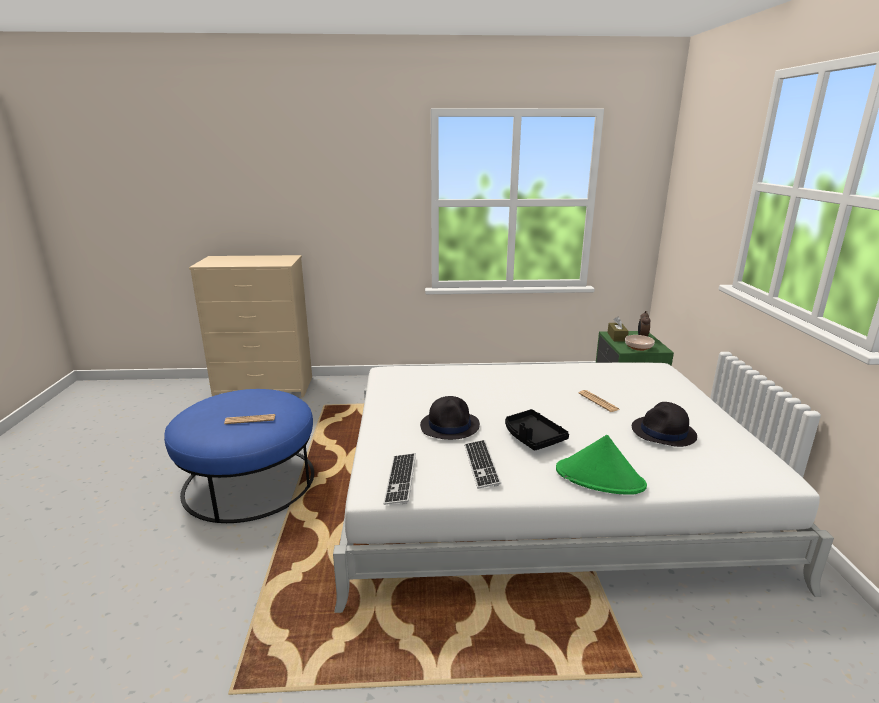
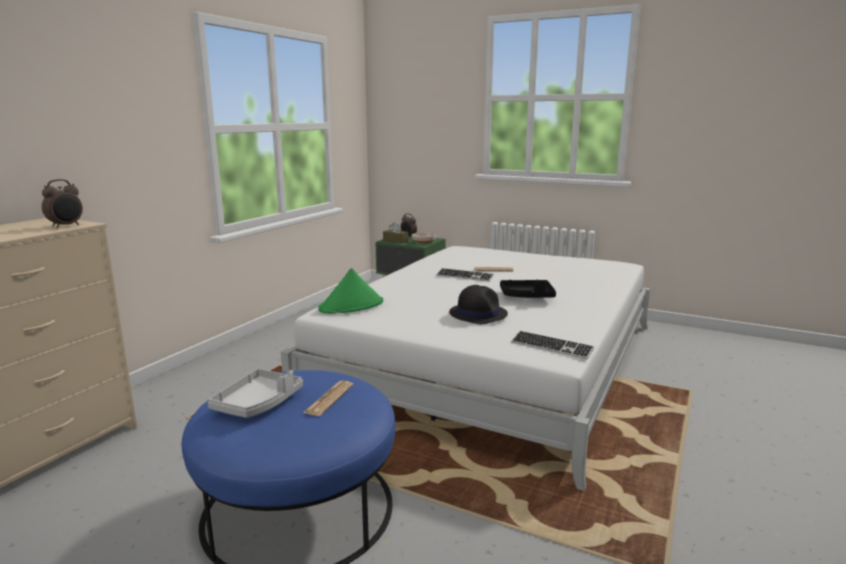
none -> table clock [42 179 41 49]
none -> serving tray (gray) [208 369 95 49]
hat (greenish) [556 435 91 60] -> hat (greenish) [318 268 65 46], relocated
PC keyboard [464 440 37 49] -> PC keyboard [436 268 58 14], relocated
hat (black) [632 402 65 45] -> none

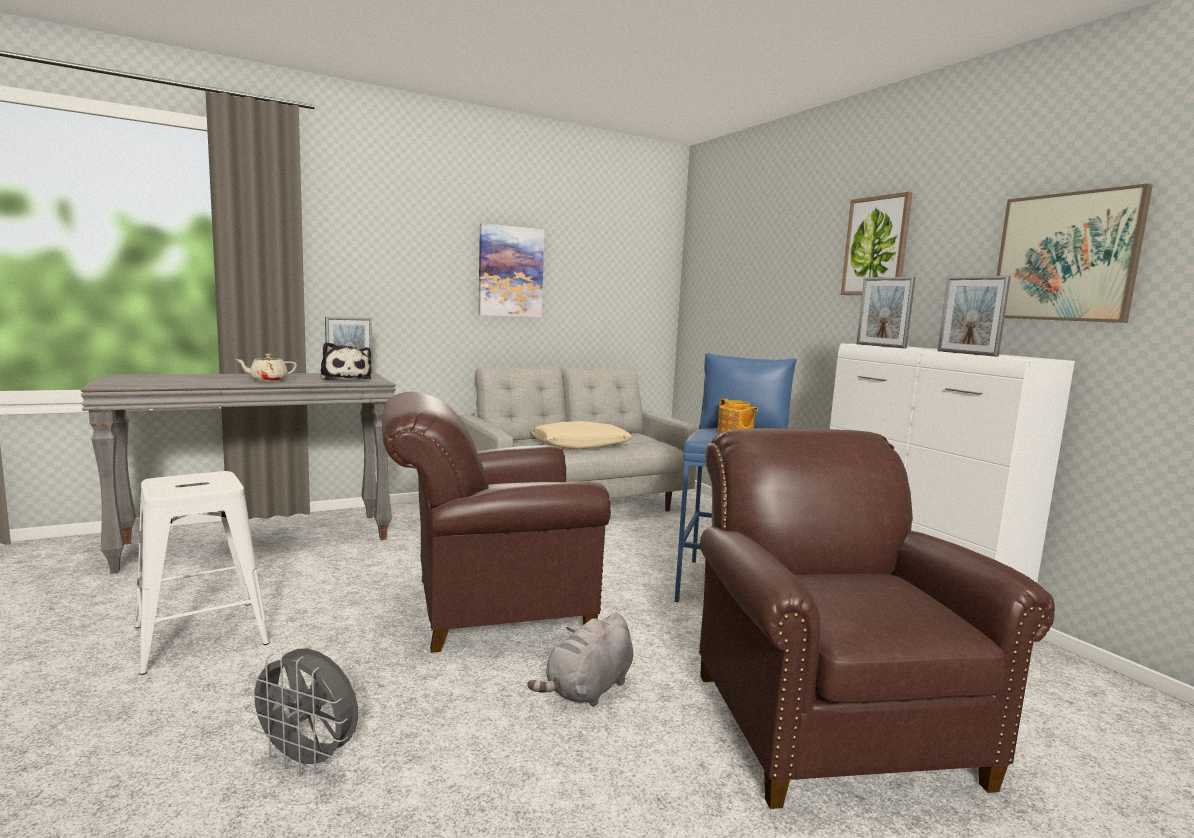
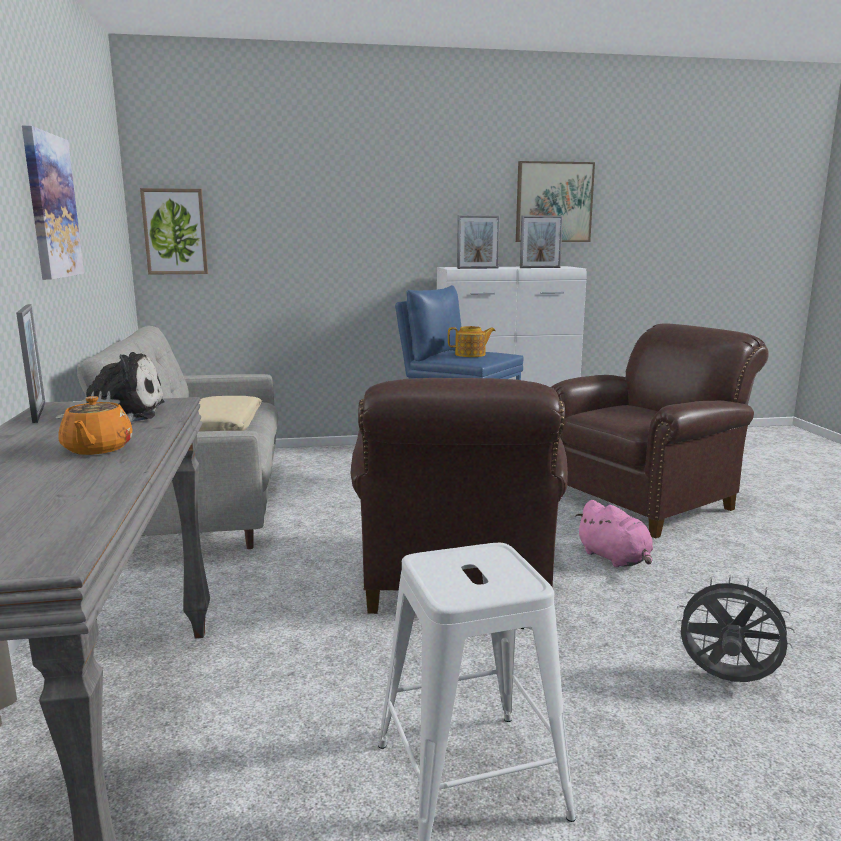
teapot (sand-coloured) [235 354 62 28] -> teapot (orange) [58 396 74 59]
wall art [841 192 72 103] -> wall art [140 188 68 86], relocated
armchair (brownish) [698 428 357 381] -> armchair (brownish) [551 324 218 215], 135 degrees clockwise
soft toy (gray) [527 613 106 94] -> soft toy (pinkish) [575 500 78 67]
cooling fan (gray) [244 648 114 126] -> cooling fan (gray) [676 575 119 107], 105 degrees counterclockwise

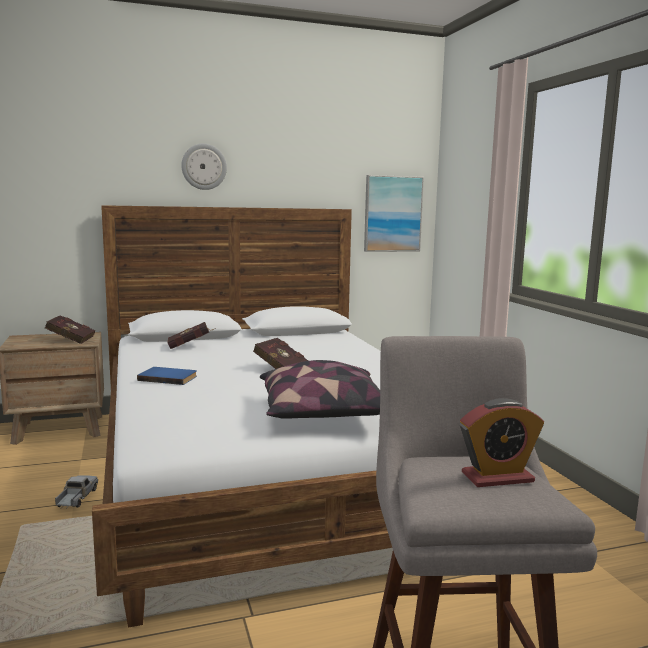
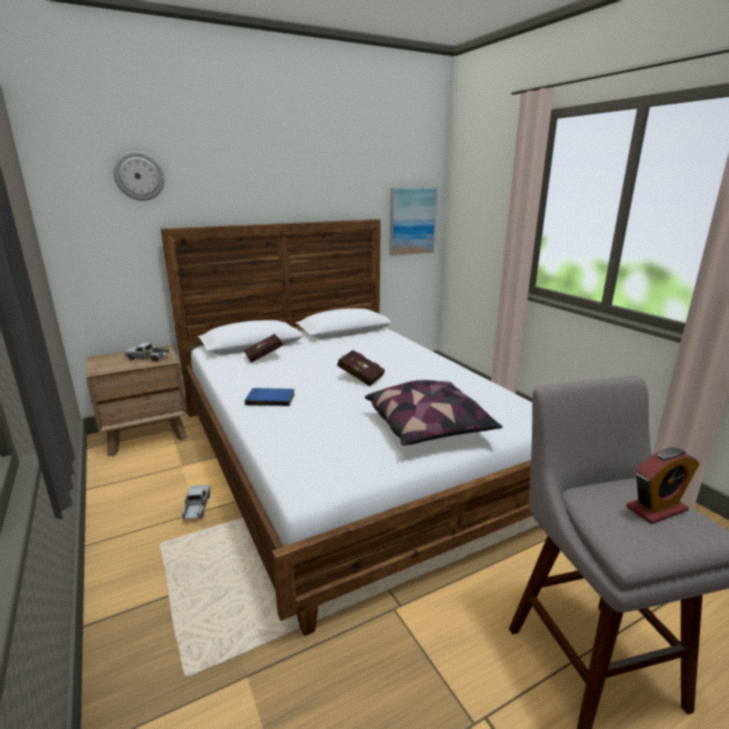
hanging clock [181 144 46 46] -> hanging clock [114 151 51 50], relocated
book (red-coloured) [45 315 50 29] -> toy truck [125 343 44 19]

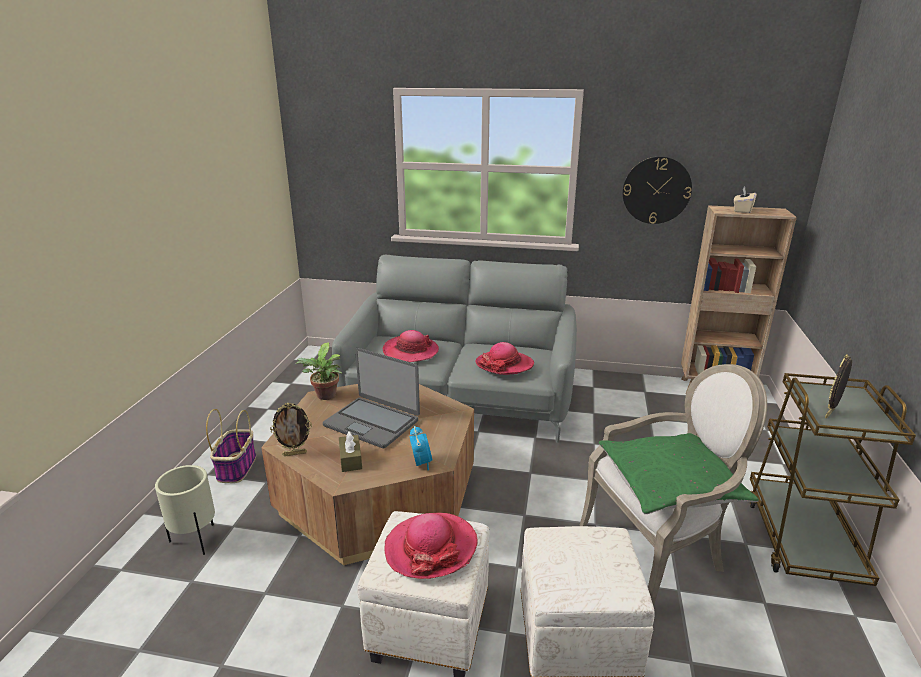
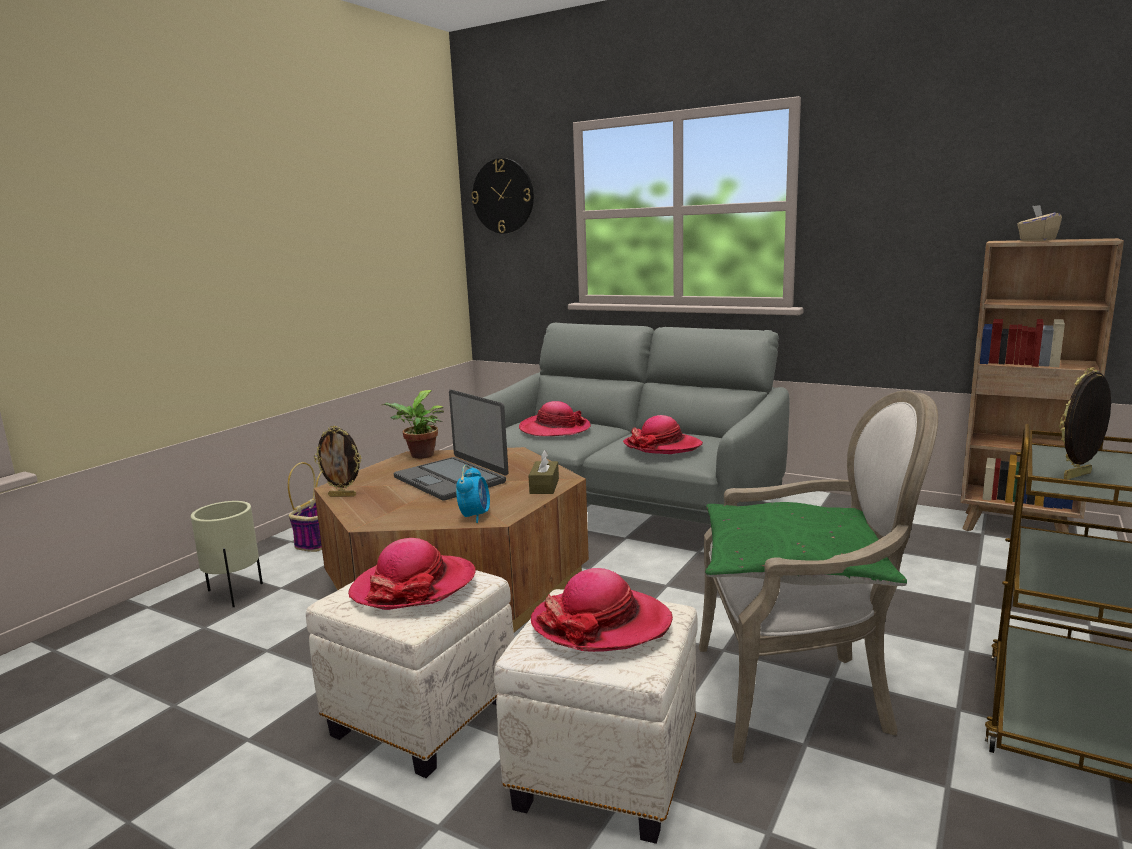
hanging clock [623 157 69 67] -> hanging clock [471 158 63 76], relocated
box of tissues (brownish) [339 431 23 41] -> box of tissues (brownish) [528 450 31 44], relocated
none -> hat [531 568 142 84]

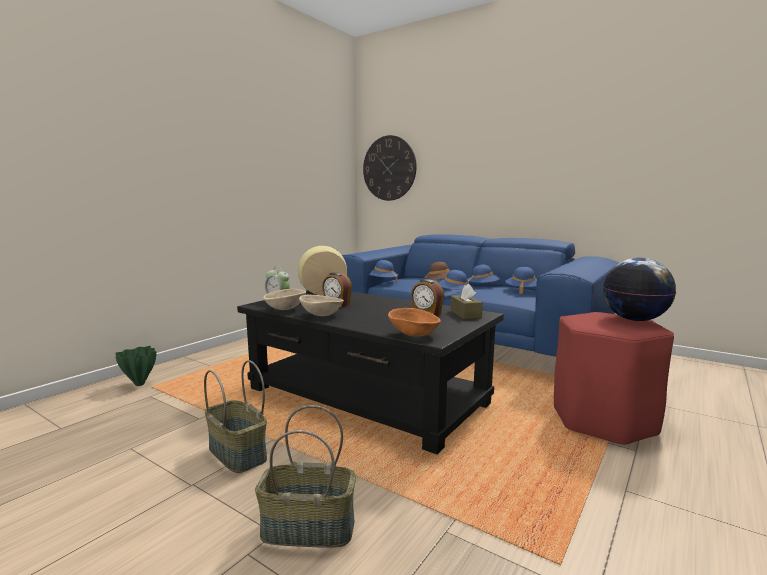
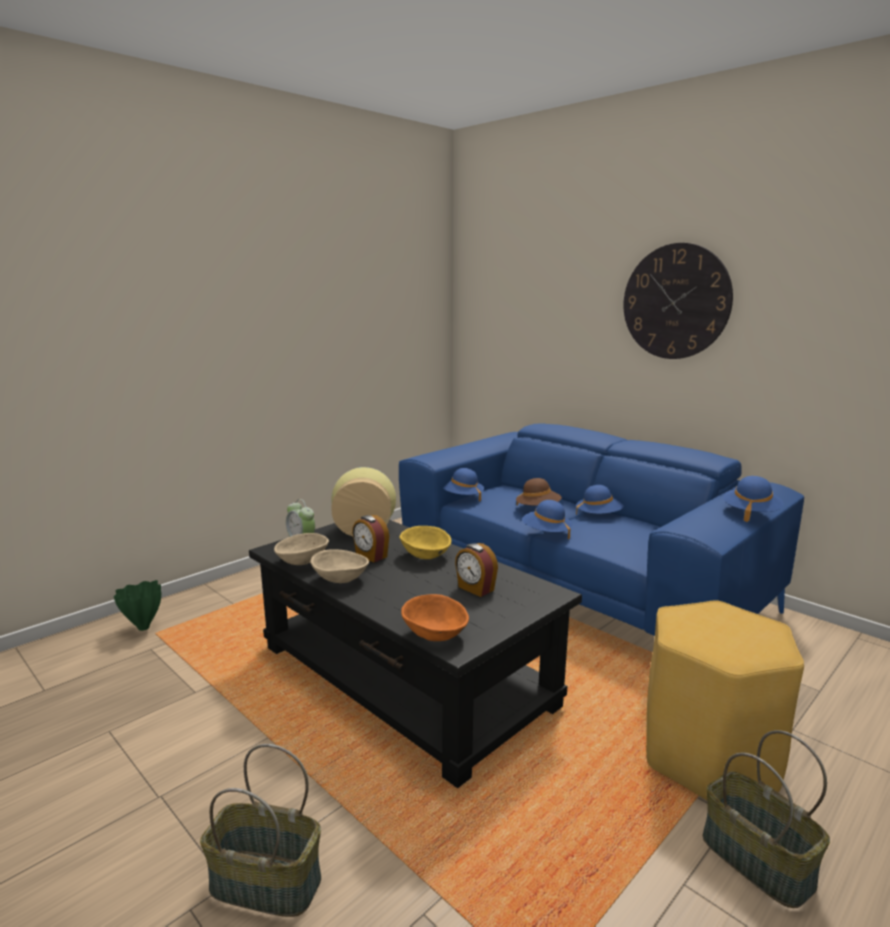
none -> deep dish (yellowish) [400 526 51 33]
hanging clock [363 135 53 66] -> hanging clock [623 243 110 116], relocated
stool (red-coloured) [554 312 120 134] -> stool (yellowish) [646 600 158 200]
basket [204 360 63 113] -> basket [702 730 128 178], relocated
hat (bluish) [505 267 32 27] -> hat (bluish) [723 476 61 46], relocated
box of tissues (brownish) [451 284 32 35] -> none
globe [603 258 73 63] -> none

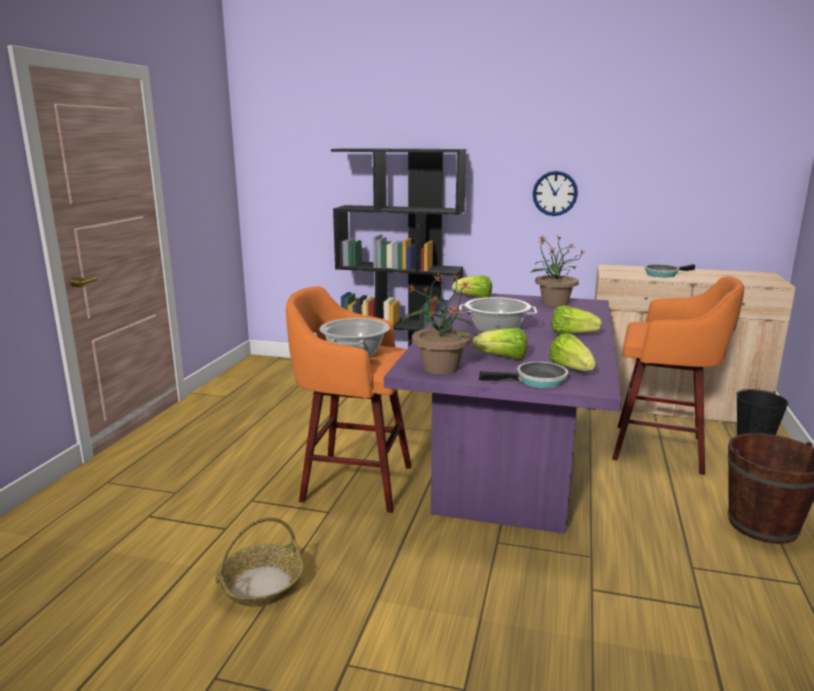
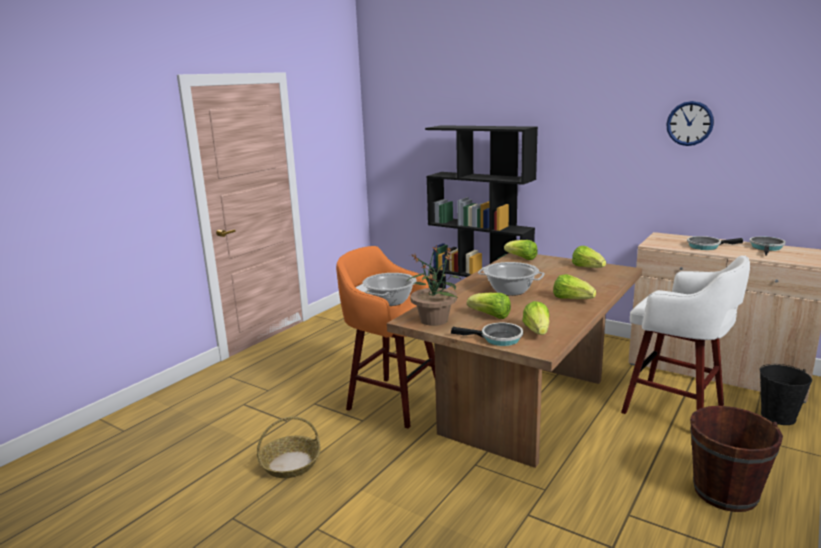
dinner table (purple) [384 292 237 242] -> dinner table (brownish) [387 253 255 215]
plant in a pot [529 236 55 70] -> lettuce head [572 246 34 22]
stool (orange) [612 276 132 199] -> stool (white) [621 255 129 159]
hanging clock [533 171 45 45] -> hanging clock [667 101 47 45], relocated
none -> skillet [749 236 37 20]

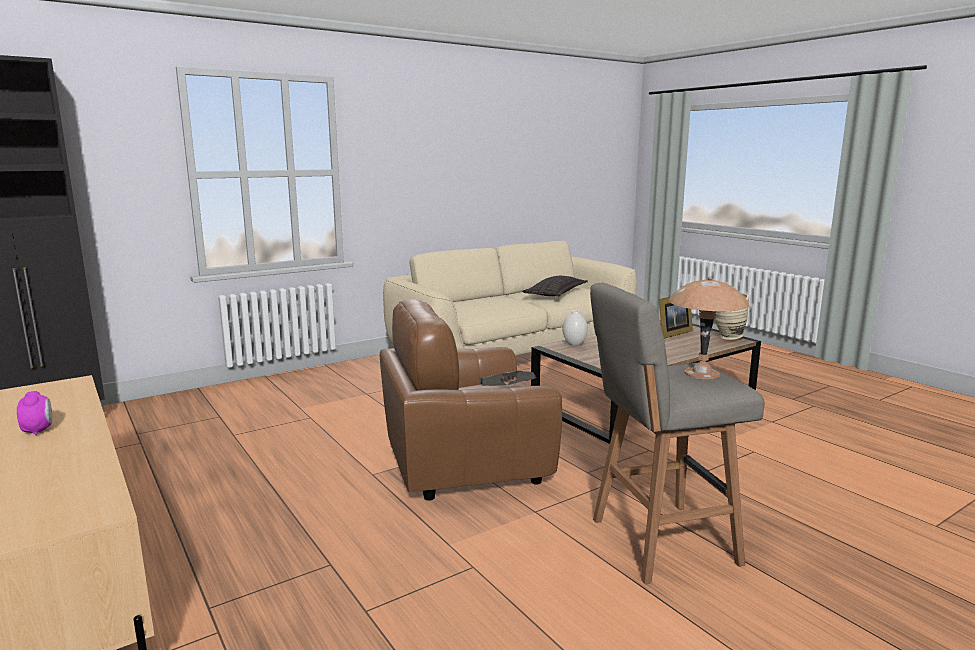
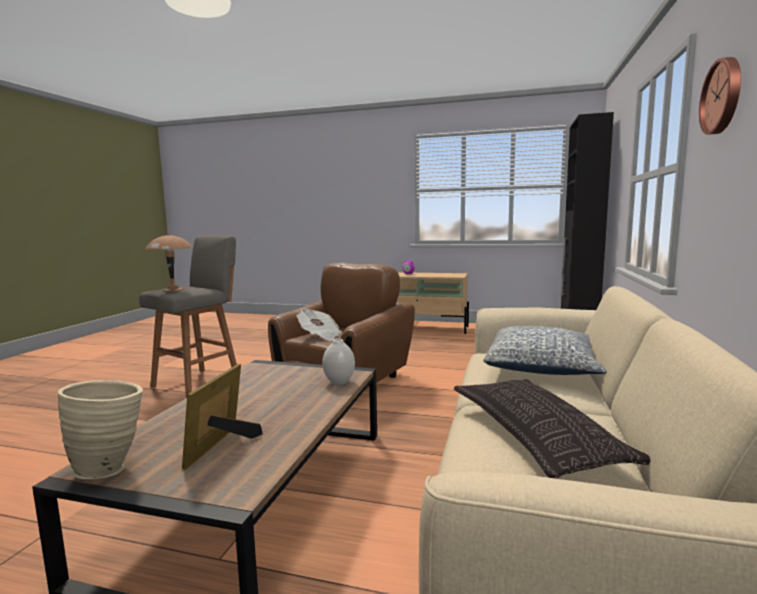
none -> pillow [483 326 124 49]
none -> hanging clock [699 57 42 78]

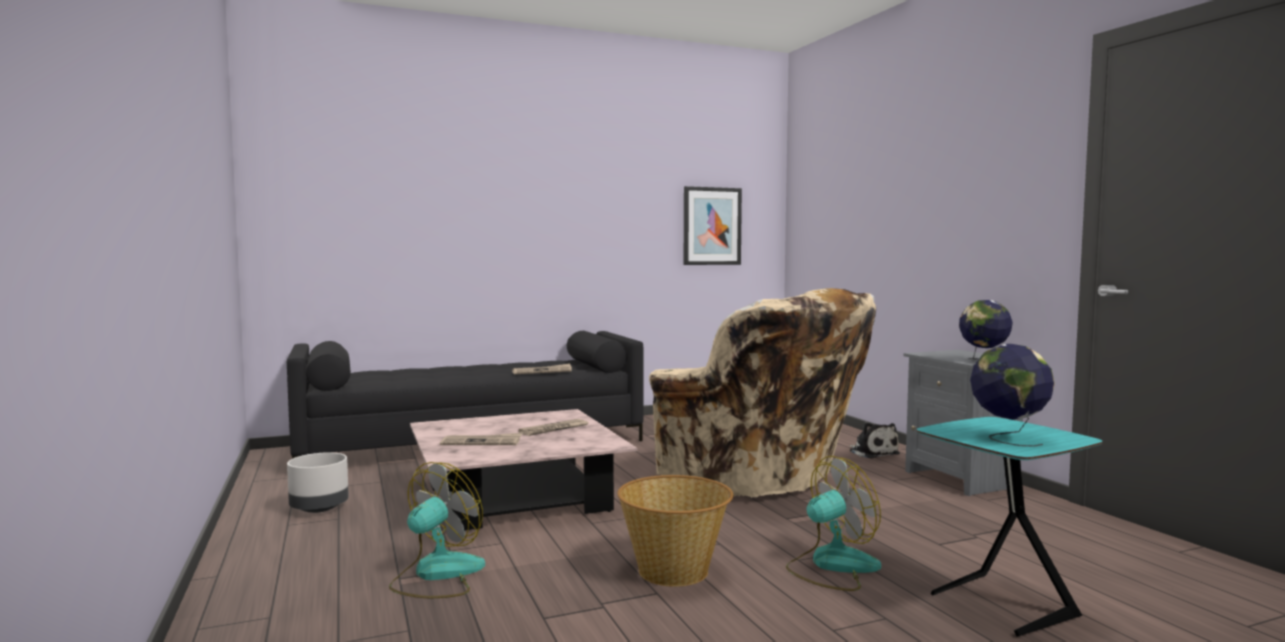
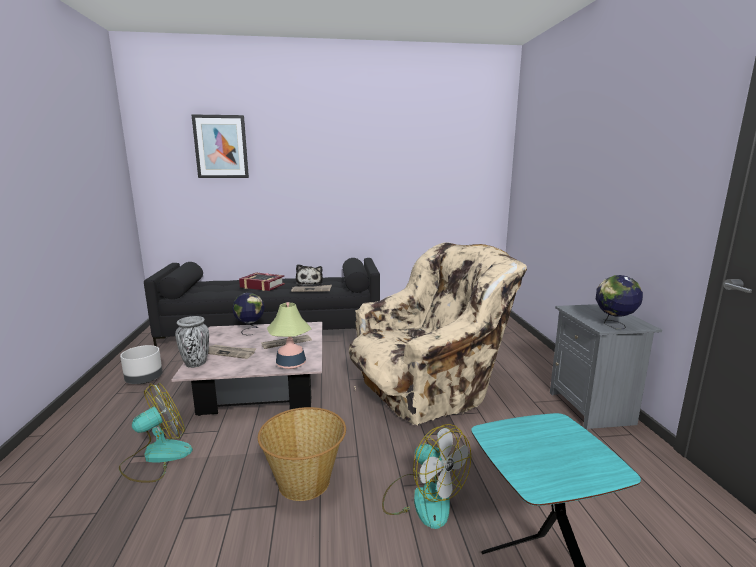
none -> vase [175 316 34 52]
wall art [684 186 58 79] -> wall art [191 114 58 64], relocated
globe [970 344 85 103] -> globe [232 293 32 42], relocated
none -> book [239 273 46 18]
none -> table lamp [267 302 44 67]
soft toy [849 422 51 37] -> soft toy [296 264 27 22], relocated
armchair (sand-coloured) [649 288 227 210] -> armchair (sand-coloured) [349 243 178 183], 90 degrees counterclockwise
cooling fan [786 456 95 135] -> cooling fan [382 424 89 105], 60 degrees clockwise

